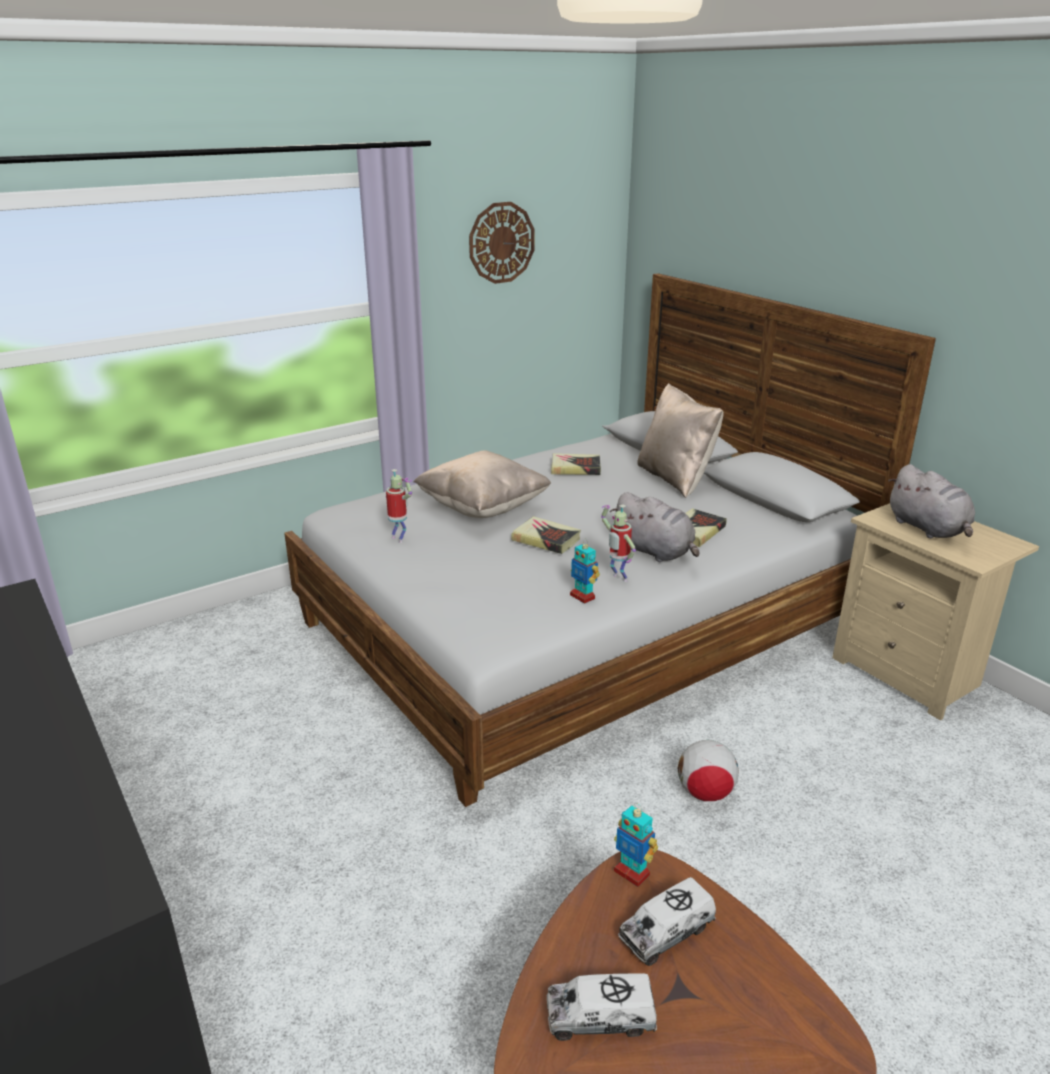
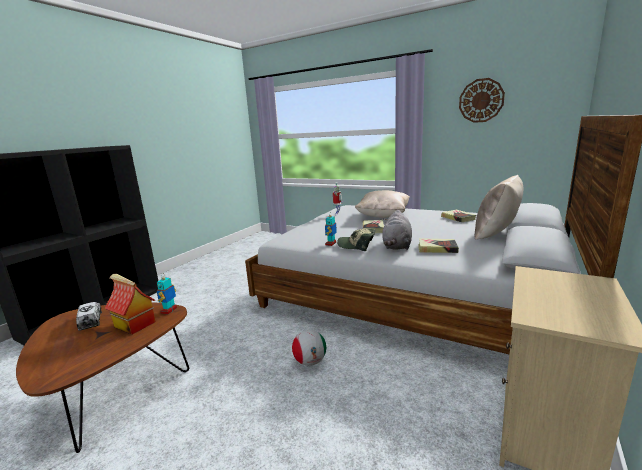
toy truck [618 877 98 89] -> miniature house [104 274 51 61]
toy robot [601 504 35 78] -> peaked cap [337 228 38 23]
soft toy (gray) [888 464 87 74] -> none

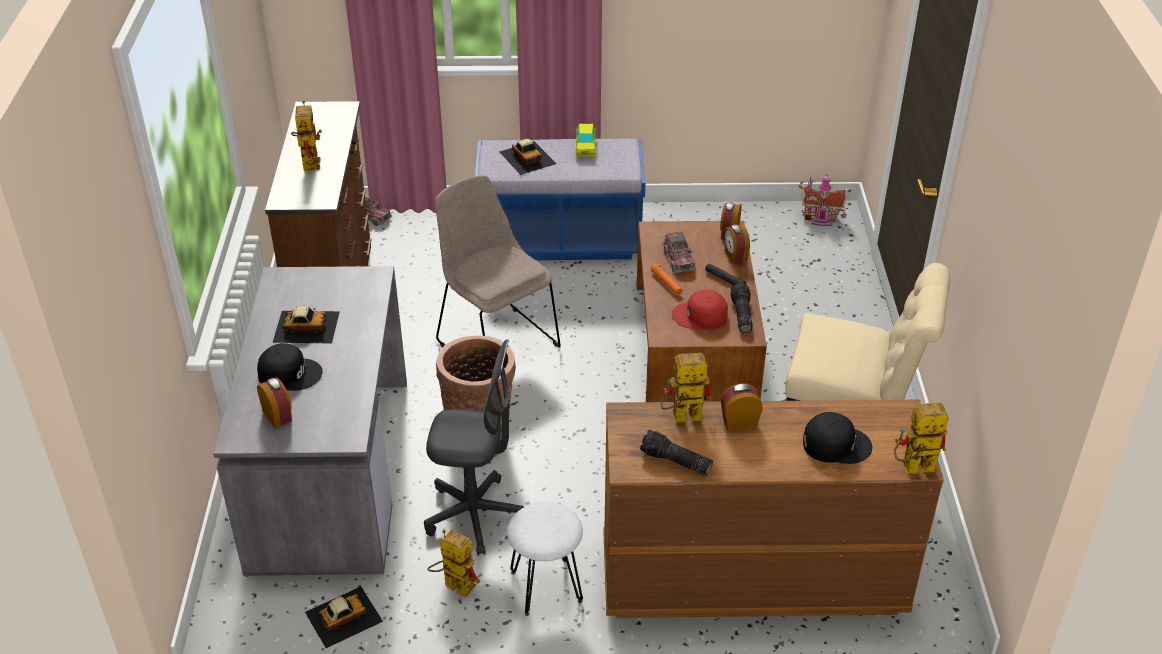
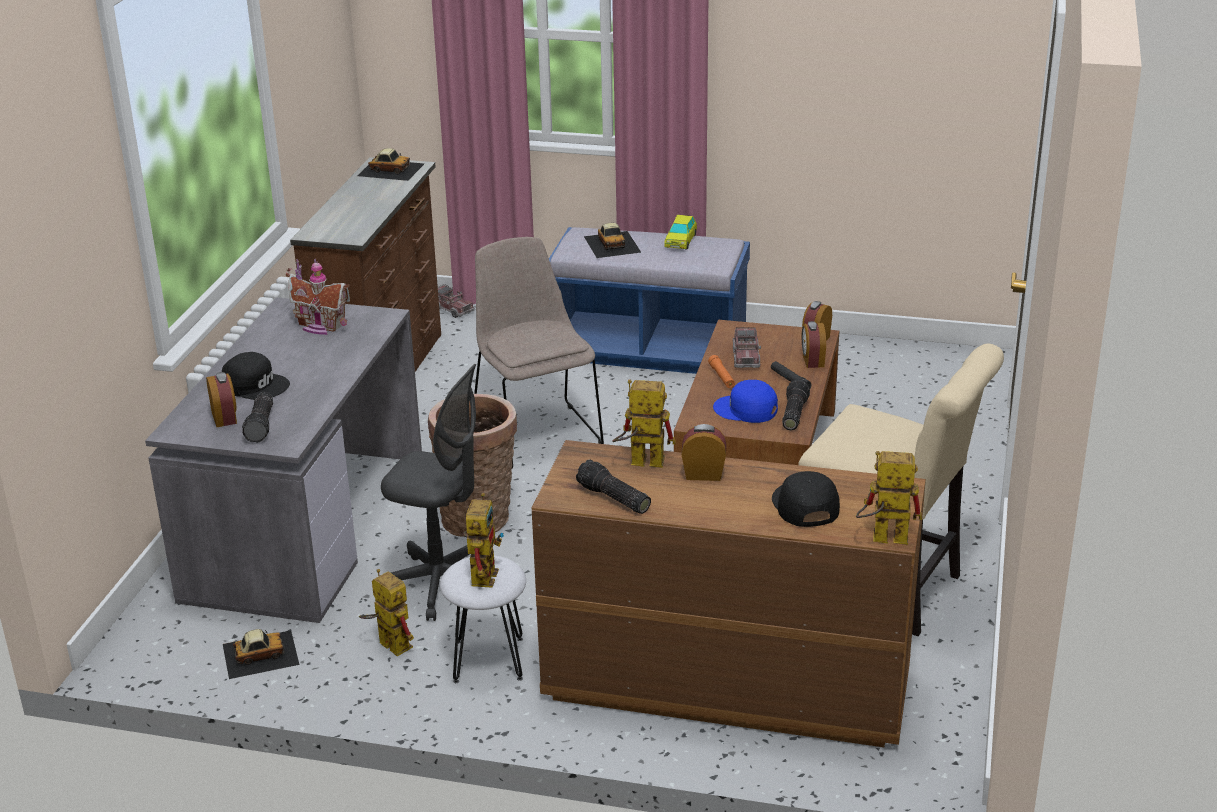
none -> torch [242 392 31 51]
miniature house [799 174 52 52] -> miniature house [286 259 64 76], relocated
toy car [272 305 68 38] -> toy car [357 148 67 33], relocated
toy robot [291 100 31 71] -> toy robot [463 493 41 95], relocated
peaked cap (red-coloured) [672 290 56 40] -> peaked cap (bluish) [713 380 65 43]
peaked cap (black) [803 412 69 52] -> peaked cap (black) [772 471 68 56], 120 degrees counterclockwise

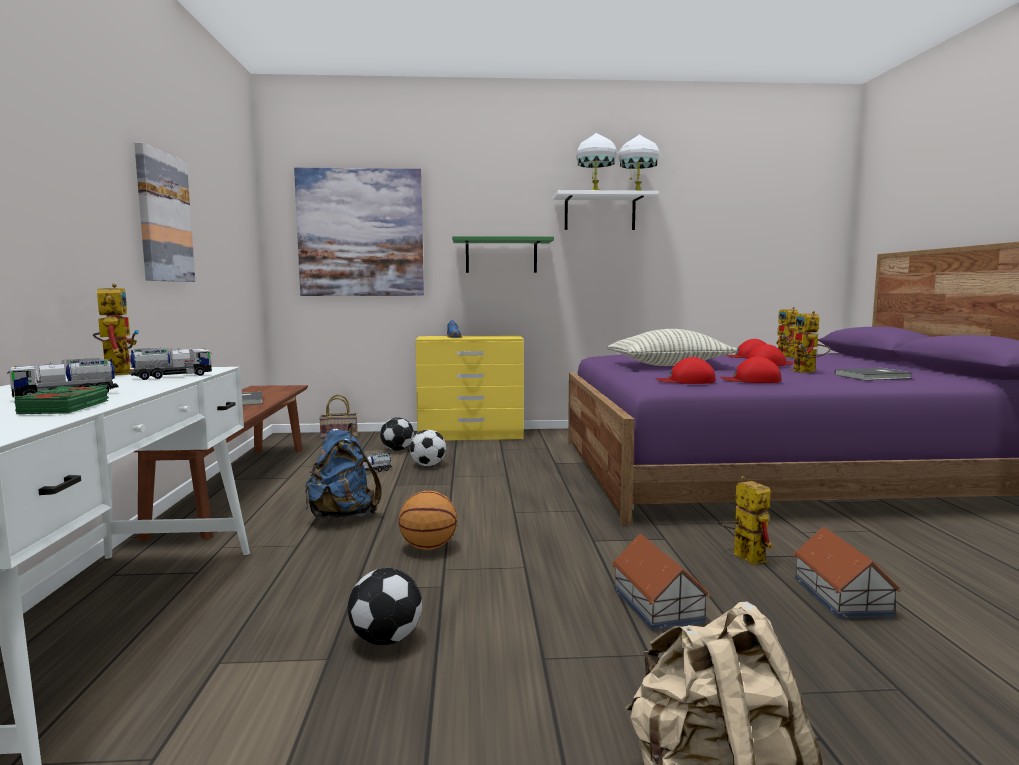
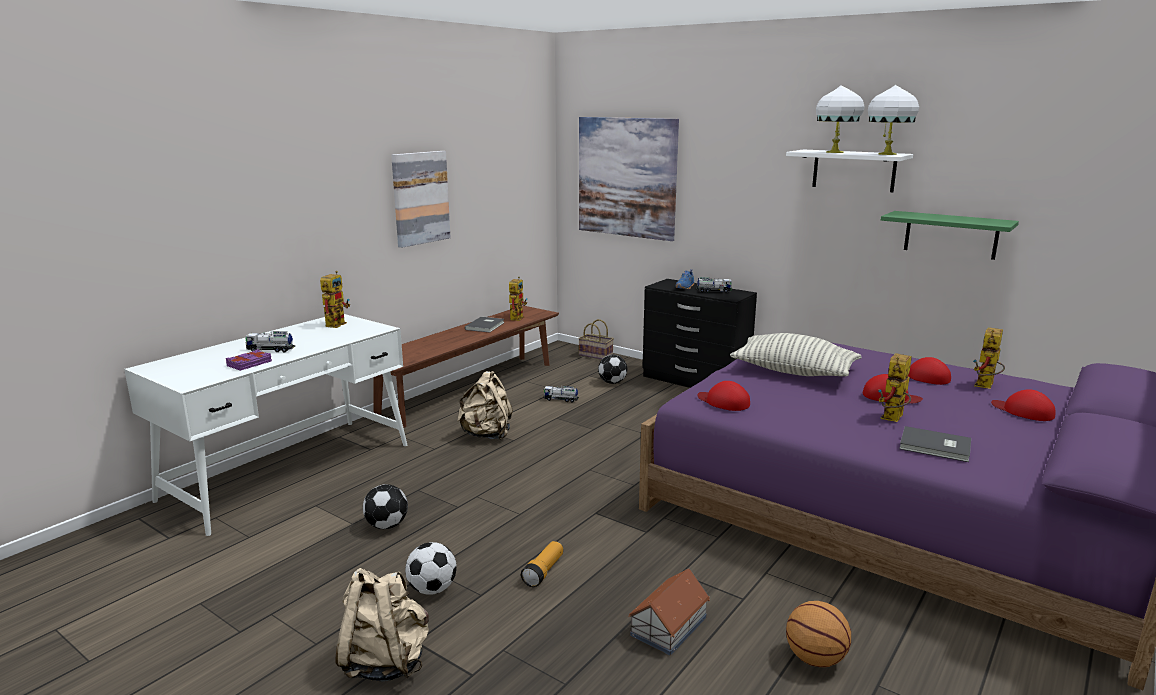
book (greenish) [15 385 94 29] -> book (purple) [226 349 46 22]
football ball [410 430 36 36] -> football ball [405 542 52 53], relocated
backpack (bluish) [305 423 77 96] -> backpack (sand-coloured) [457 371 56 69]
toy robot [718 476 55 89] -> toy robot [509 277 19 44], relocated
miniature house [612 533 99 98] -> torch [521 541 42 46]
dresser (yellowish) [415 335 109 106] -> dresser (black) [642 279 115 109]
toy truck [129 348 83 32] -> toy truck [696 277 36 16], relocated
basketball [399 491 58 59] -> basketball [786 601 65 66], relocated
shelf (greenish) [452 236 102 37] -> shelf (greenish) [881 211 138 49], relocated
peaked cap (red-coloured) [720 357 62 26] -> peaked cap (red-coloured) [991 389 64 32], relocated

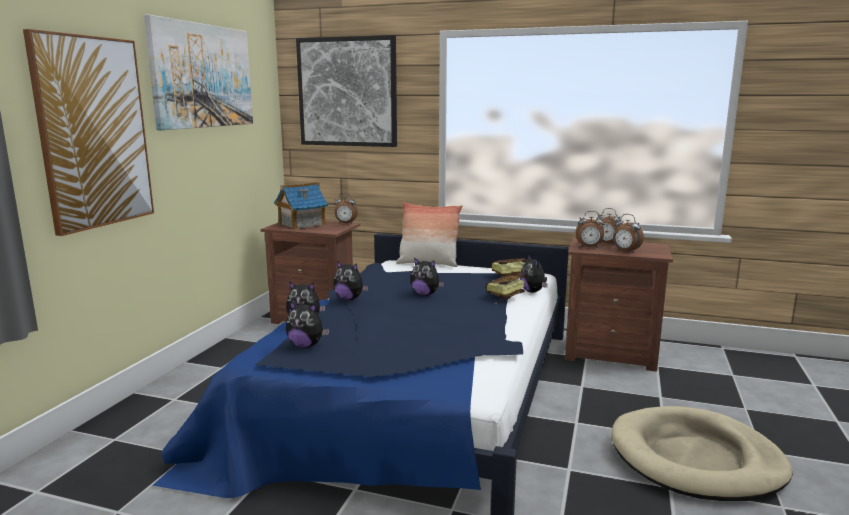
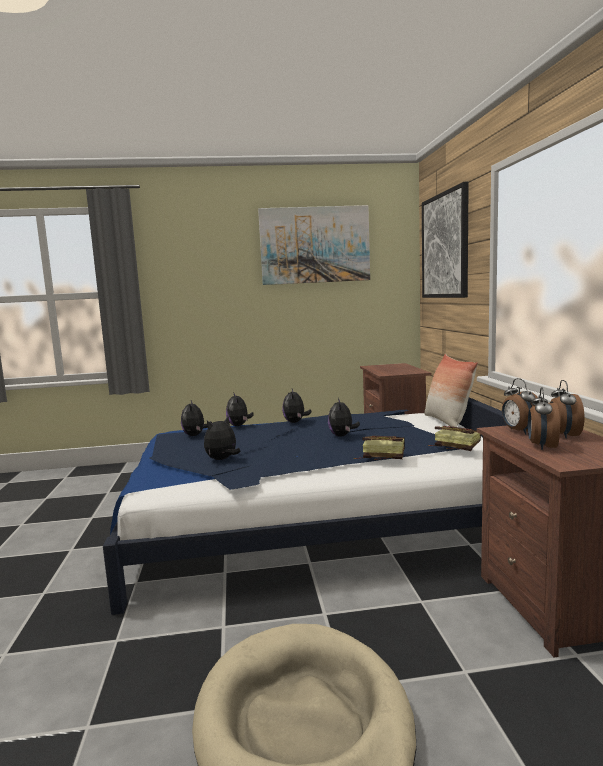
soft toy [520 255 28 38] -> soft toy [204 416 36 44], relocated
wall art [23 29 131 207] -> none
miniature house [274 182 54 48] -> none
table clock [334 193 24 31] -> none

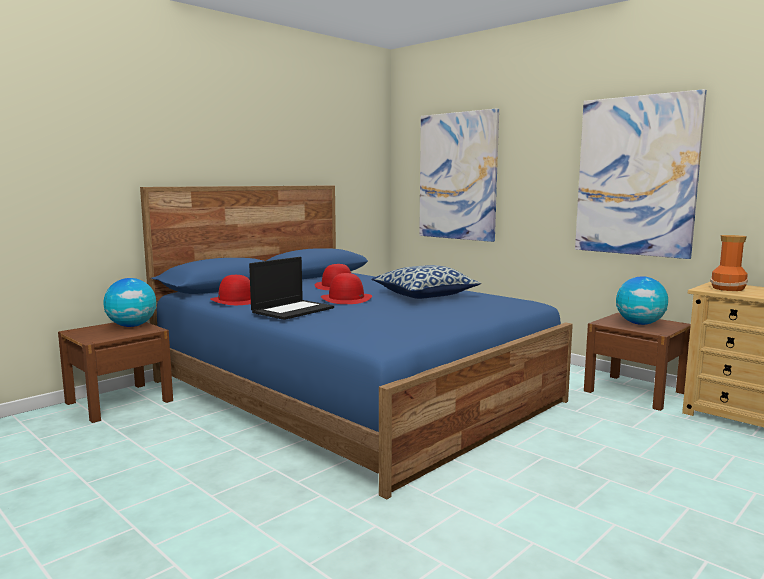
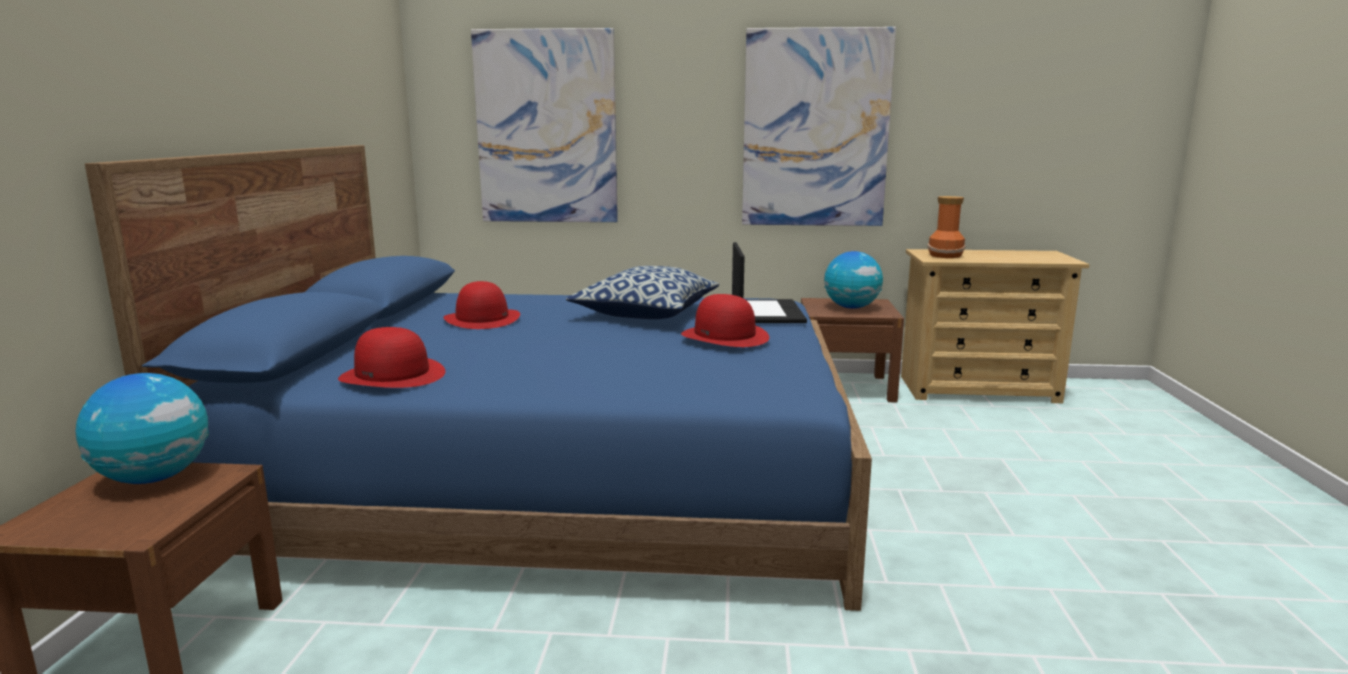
hat (red-coloured) [321 273 51 31] -> hat (red-coloured) [681 294 88 53], relocated
notebook computer [249 257 85 63] -> notebook computer [732 242 75 81], relocated

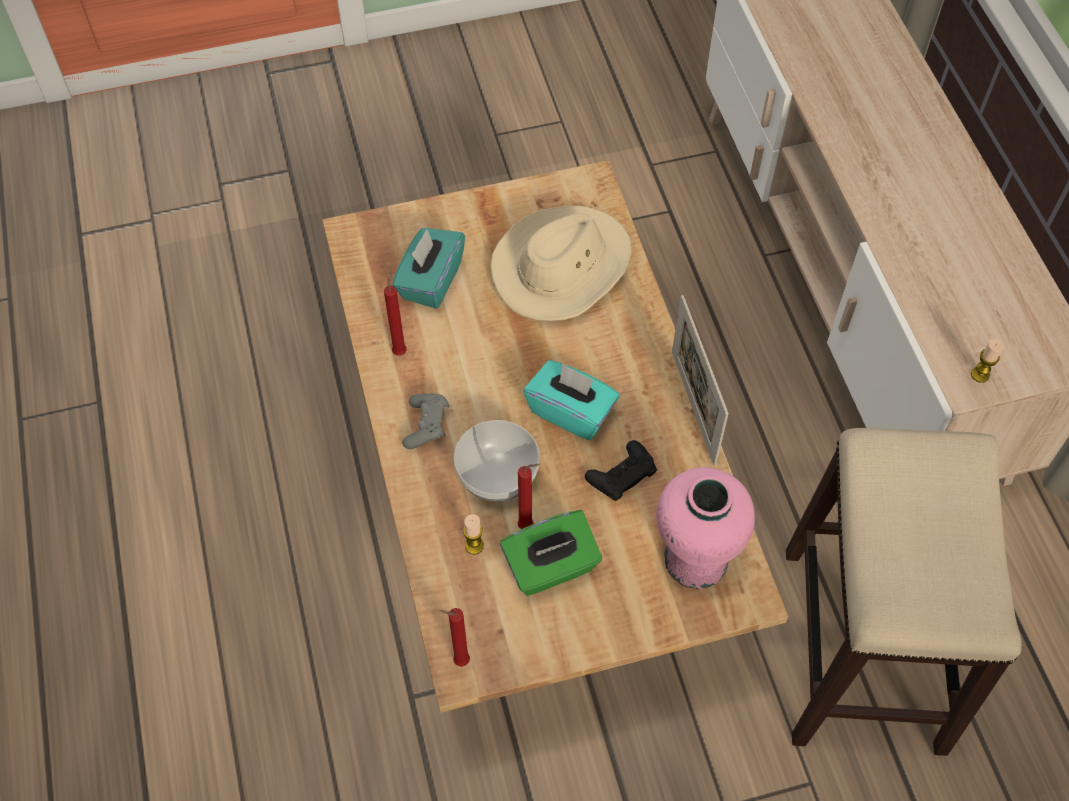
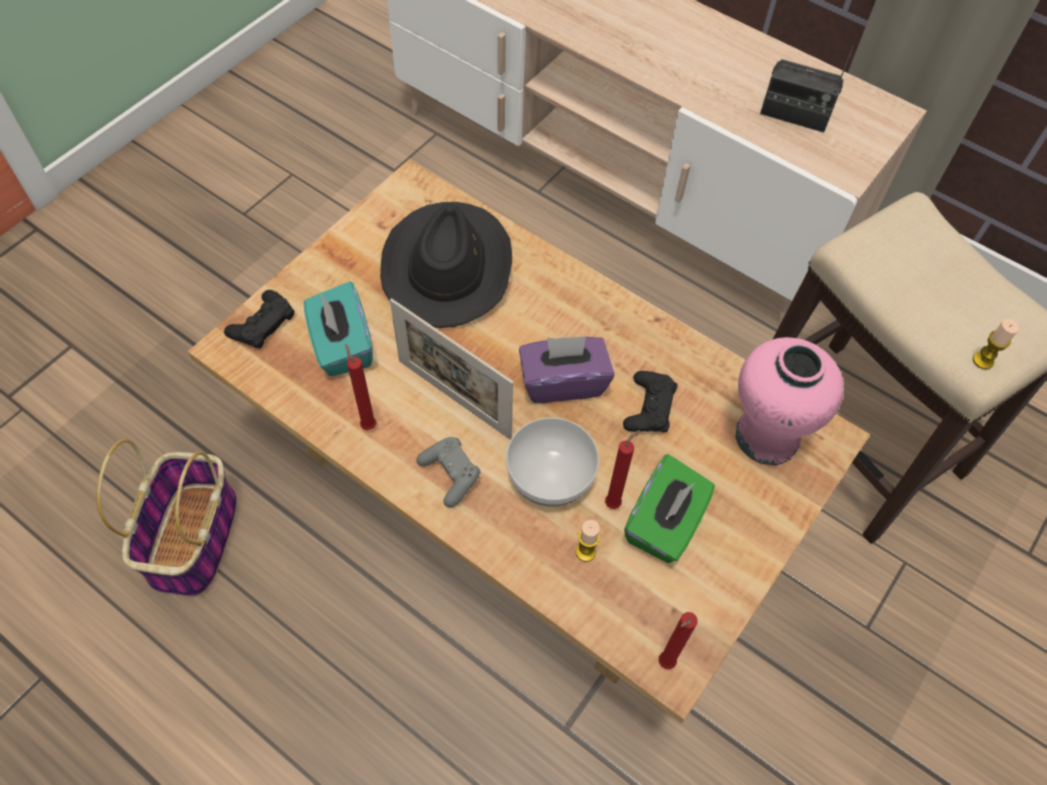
none -> basket [96 439 142 158]
none -> joypad (black) [224 290 70 59]
hat (sand-coloured) [490 206 142 115] -> hat (black) [380 202 132 126]
photo frame [672 295 57 171] -> photo frame [390 298 123 142], relocated
box of tissues (turquoise-coloured) [524 360 95 80] -> box of tissues (purple) [519 336 95 67]
none -> radio [760 47 93 86]
candle [971 338 33 45] -> candle [973 319 46 50], relocated

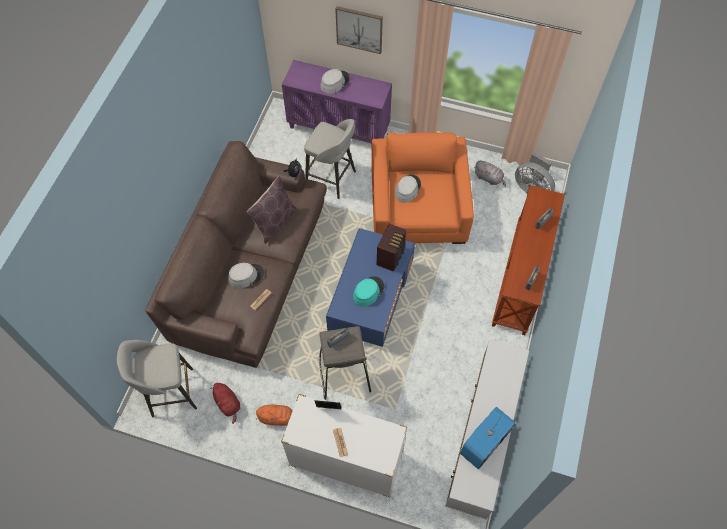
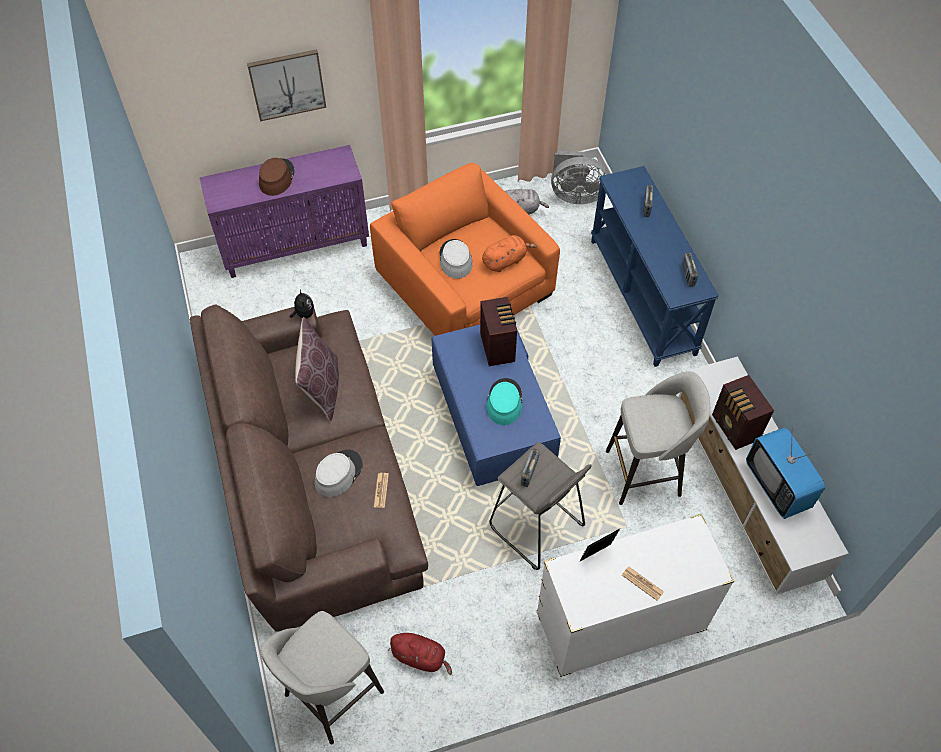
hat (gray) [320 69 30 25] -> hat (brownish) [259 158 36 38]
soft toy (orange) [256 405 36 21] -> soft toy (orange) [482 235 55 37], relocated
console table (brownish) [492 185 73 150] -> console table (bluish) [591 166 128 201]
stool (gray) [304 119 52 80] -> stool (gray) [606 371 104 134], relocated
none -> radio [712 375 62 75]
television [460 407 55 62] -> television [746 427 79 92], 150 degrees clockwise

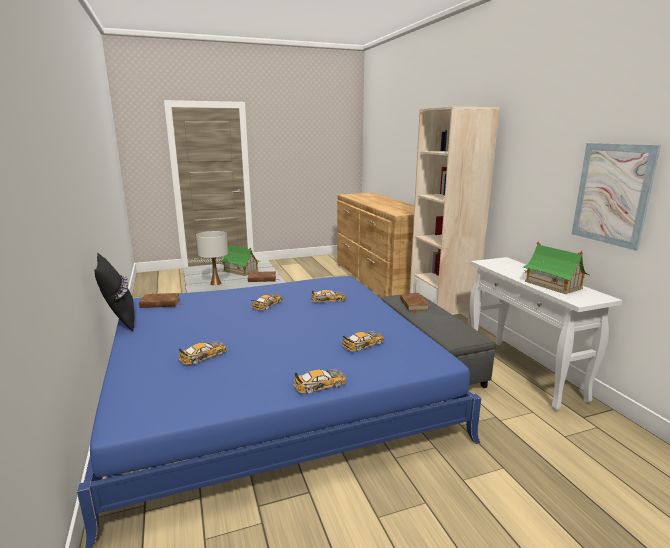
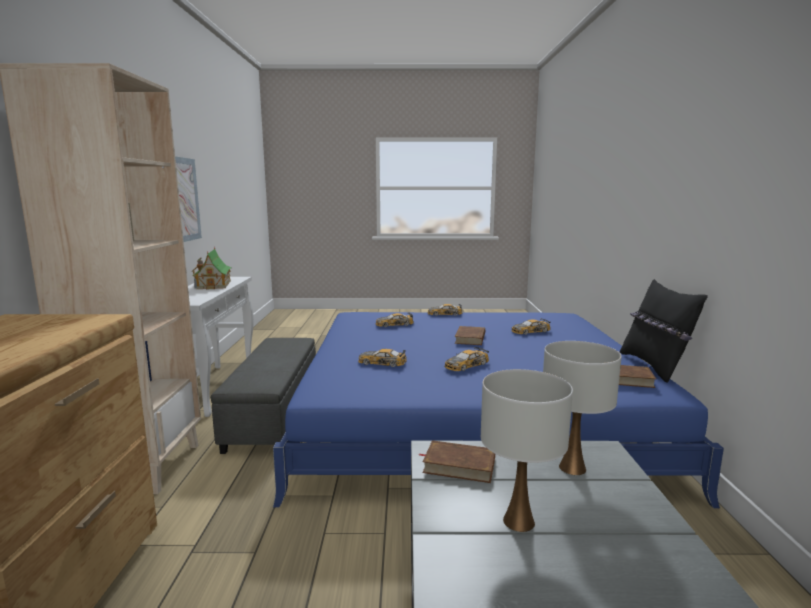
book (brownish) [400 294 29 19] -> book (brownish) [455 326 30 19], relocated
miniature house [220 244 41 32] -> table lamp (white) [481 369 92 163]

